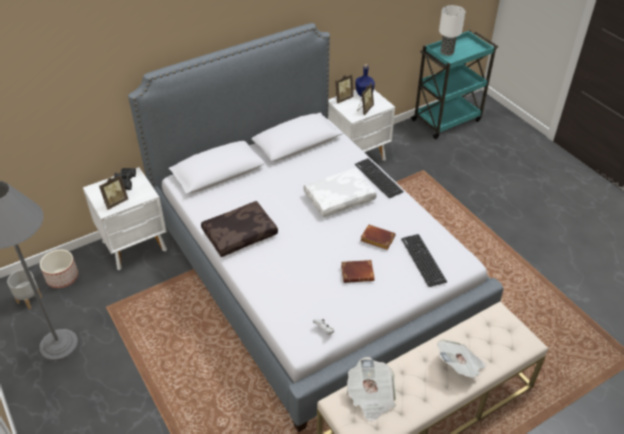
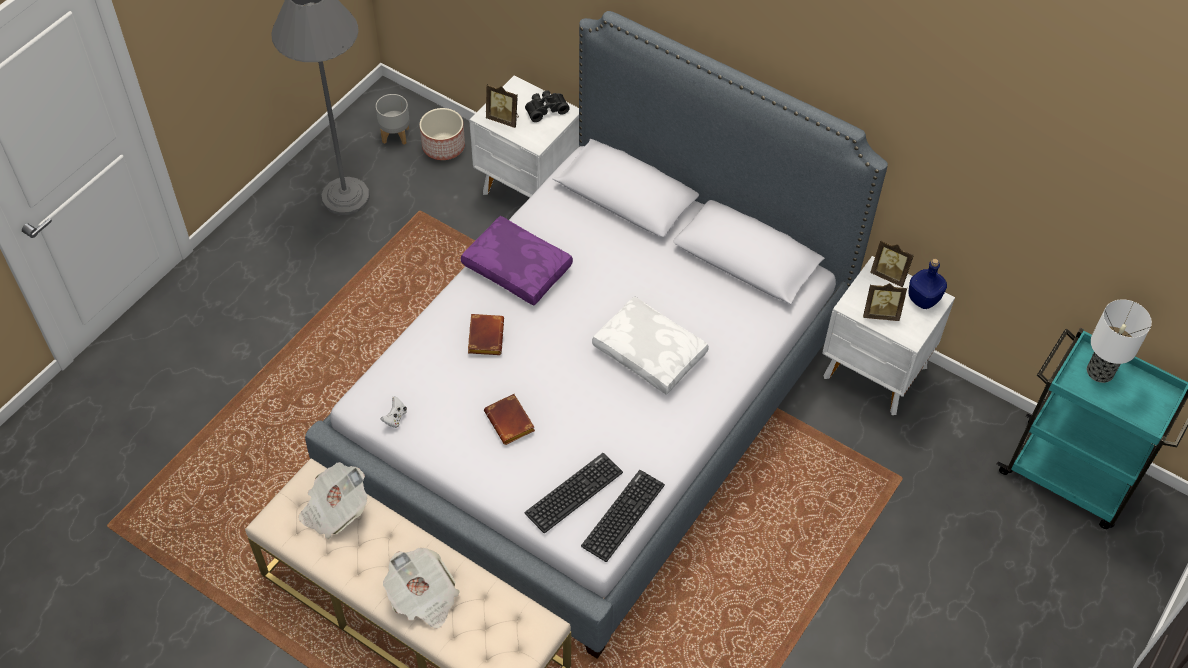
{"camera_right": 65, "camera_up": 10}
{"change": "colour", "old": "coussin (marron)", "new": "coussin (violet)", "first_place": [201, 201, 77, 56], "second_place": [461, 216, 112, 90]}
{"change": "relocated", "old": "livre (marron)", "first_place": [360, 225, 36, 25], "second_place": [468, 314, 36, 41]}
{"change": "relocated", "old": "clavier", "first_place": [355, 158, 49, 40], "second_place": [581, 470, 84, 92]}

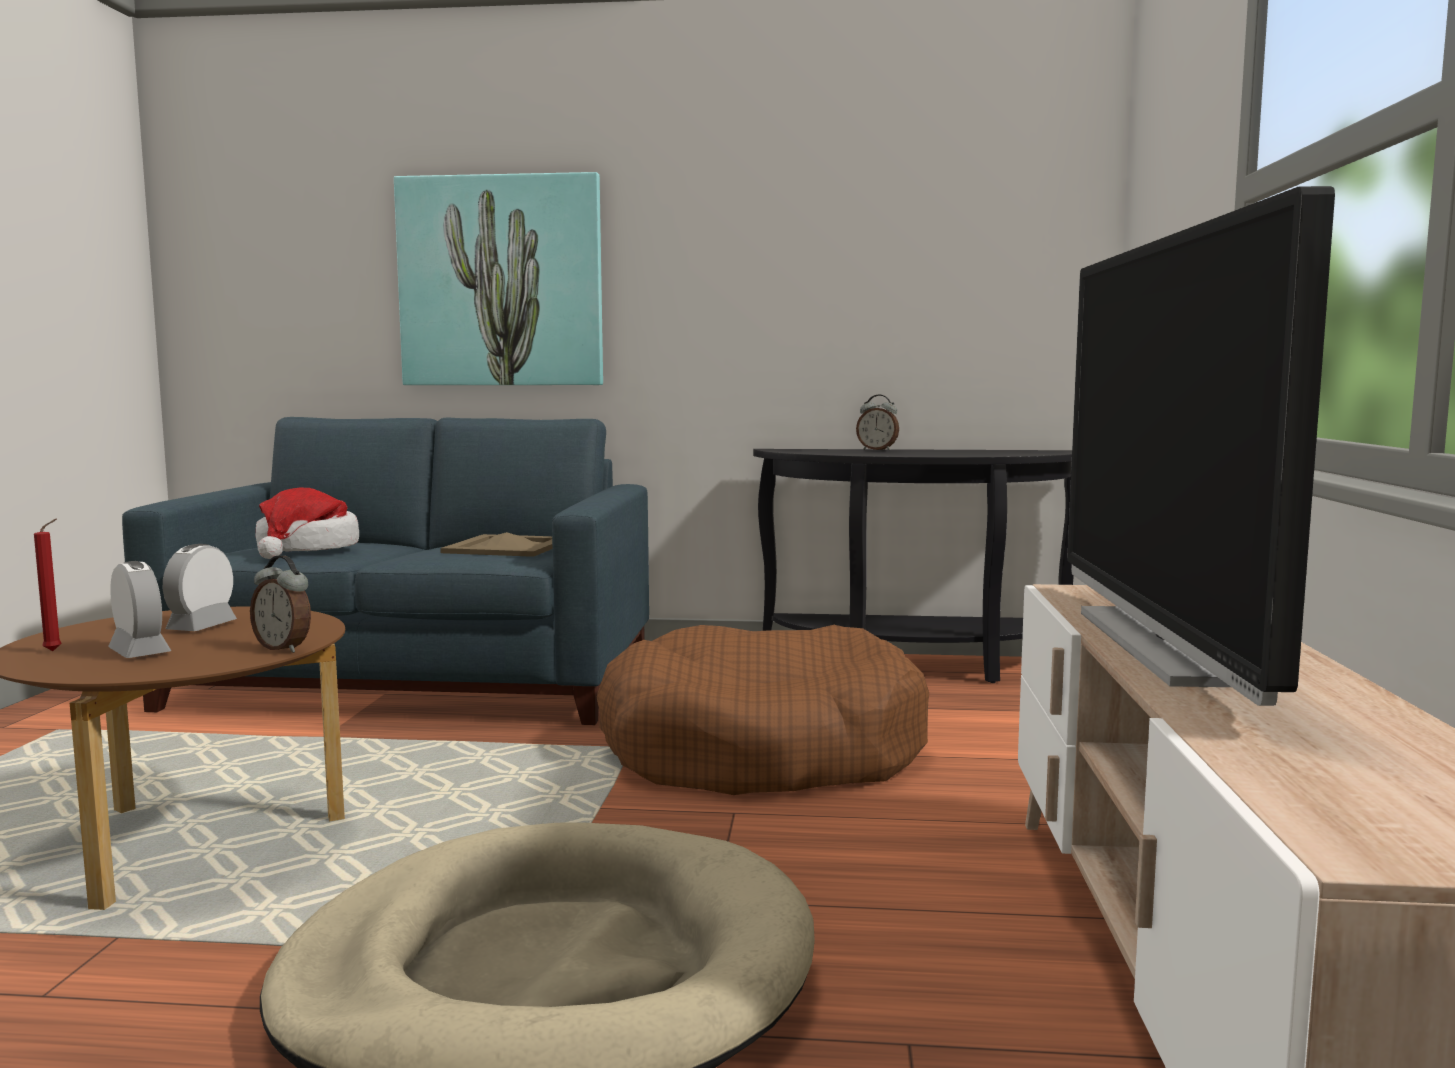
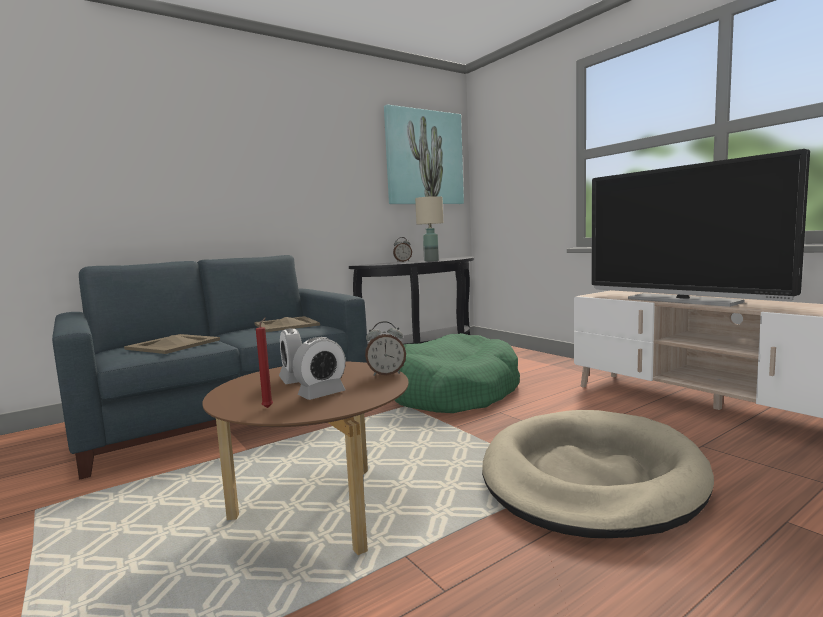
{"camera_right": -40, "camera_up": 0}
{"change": "exchanged", "old": "chapeau", "new": "plateau (beige)", "first_place": [256, 488, 103, 71], "second_place": [124, 334, 96, 20]}
{"change": "spun", "old": "réveil", "first_place": [108, 561, 63, 97], "second_place": [293, 337, 52, 63], "degrees": 135}
{"change": "relocated", "old": "tableau", "first_place": [394, 172, 209, 213], "second_place": [384, 105, 80, 99]}
{"change": "colour", "old": "panier pour chien (marron)", "new": "panier pour chien (vert)", "first_place": [597, 625, 332, 170], "second_place": [395, 333, 125, 80]}
{"change": "appeared", "new": "lampe de table (beige)", "second_place": [415, 196, 28, 66]}

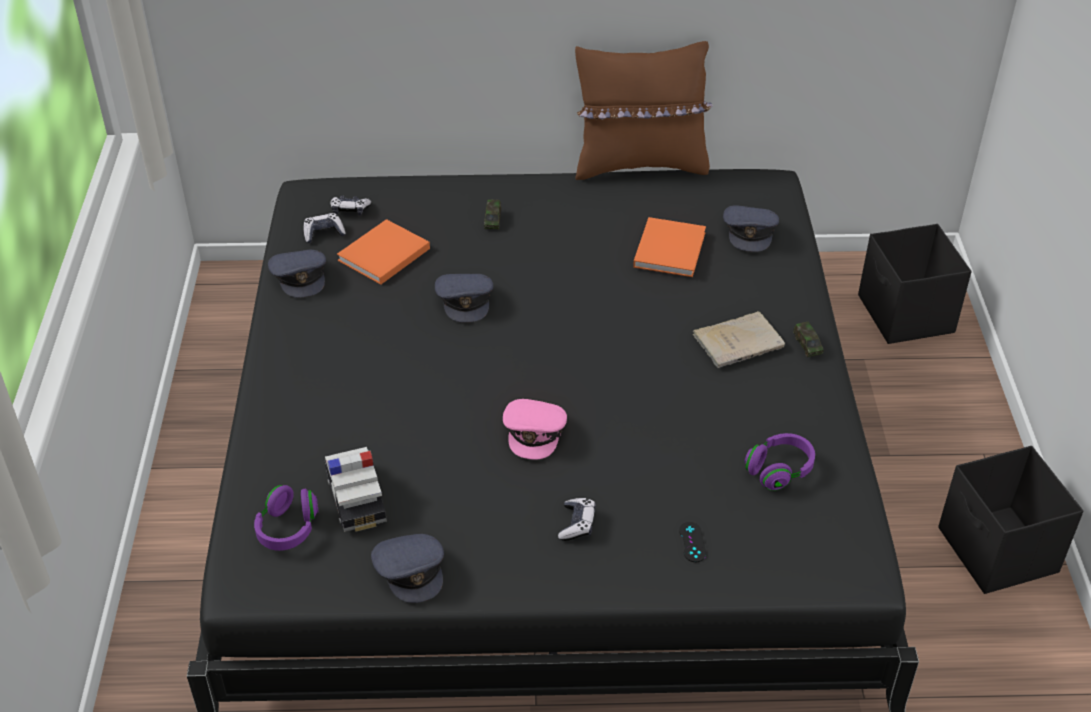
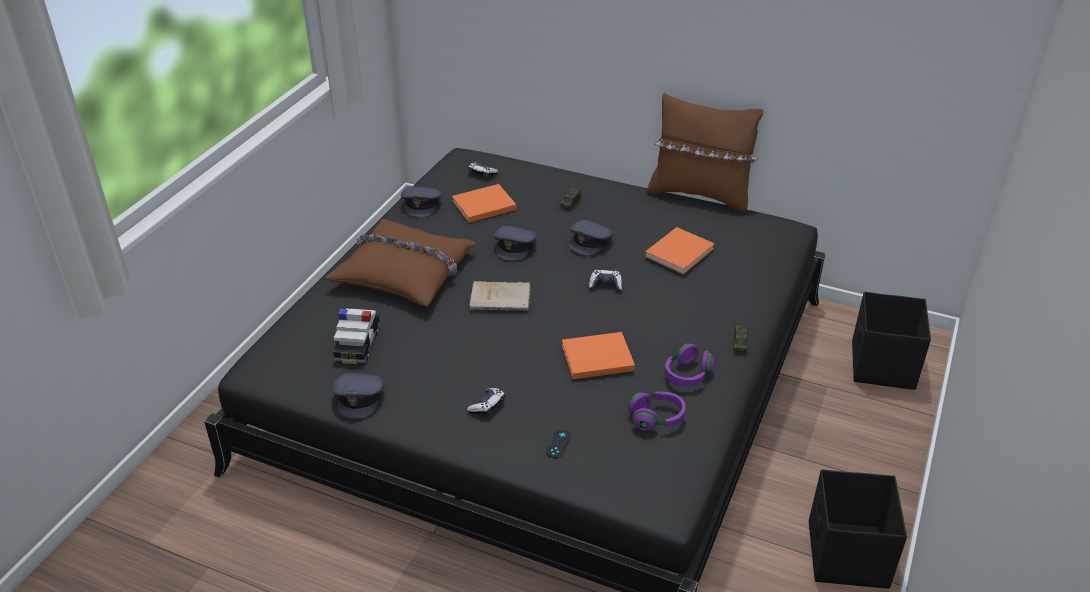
{"camera_right": 25, "camera_up": -5}
{"change": "appeared", "new": "coussin (marron)", "second_place": [325, 219, 151, 88]}
{"change": "relocated", "old": "livre (beige)", "first_place": [693, 311, 92, 57], "second_place": [469, 281, 62, 30]}
{"change": "appeared", "new": "livre (orange)", "second_place": [562, 332, 73, 47]}
{"change": "relocated", "old": "casquette (gris)", "first_place": [723, 206, 56, 46], "second_place": [570, 220, 43, 35]}
{"change": "relocated", "old": "manette", "first_place": [303, 213, 43, 30], "second_place": [589, 270, 33, 22]}
{"change": "relocated", "old": "casque audio (violet)", "first_place": [254, 485, 64, 66], "second_place": [665, 343, 49, 44]}
{"change": "missing", "old": "casquette (rose)", "first_place": [503, 399, 64, 61]}

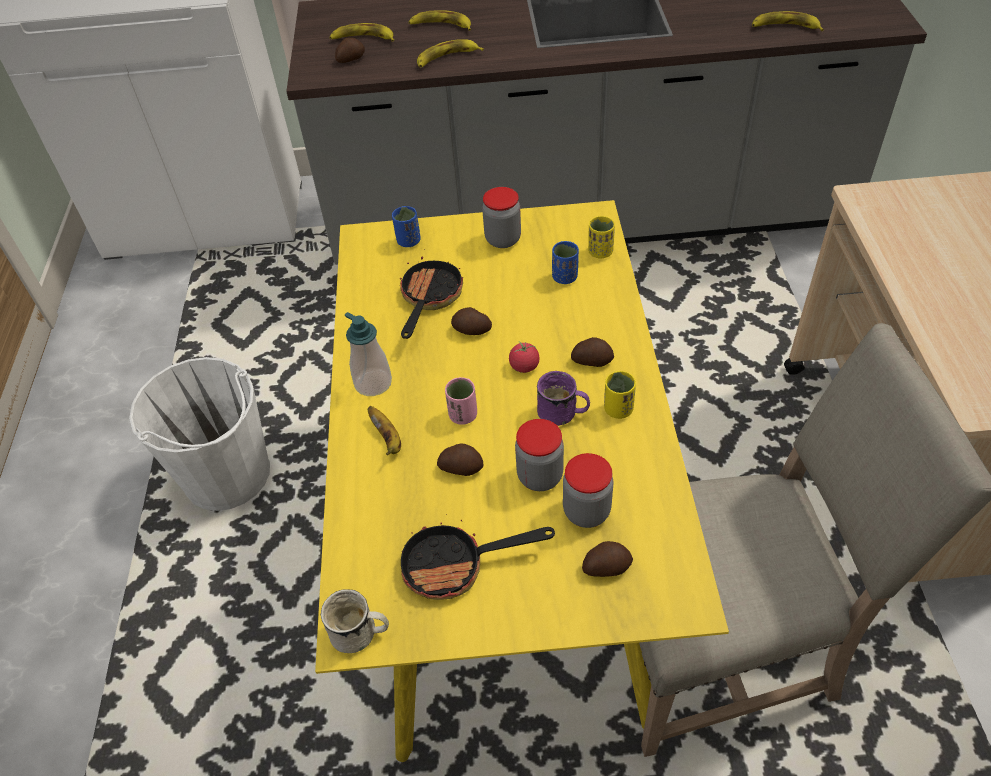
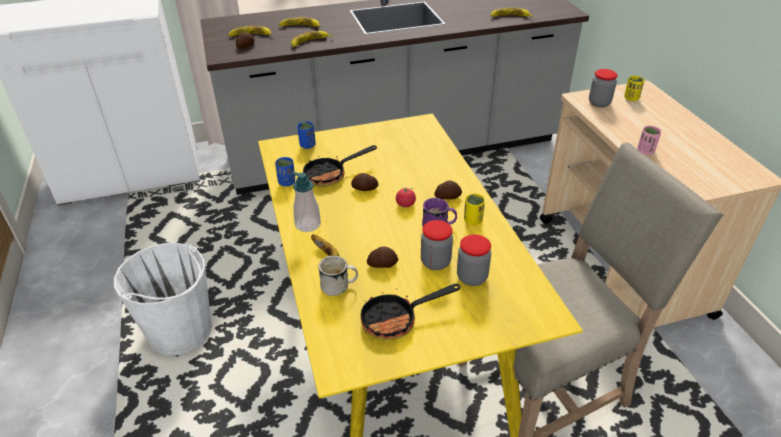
{"camera_right": -15, "camera_up": -10}
{"change": "relocated", "old": "tasse (bleu)", "first_place": [552, 241, 27, 43], "second_place": [275, 157, 20, 30]}
{"change": "spun", "old": "poêle", "first_place": [399, 249, 64, 90], "second_place": [303, 145, 74, 41], "degrees": -120}
{"change": "relocated", "old": "mug (blanc)", "first_place": [321, 589, 68, 64], "second_place": [318, 255, 40, 41]}
{"change": "relocated", "old": "bocal", "first_place": [482, 187, 39, 61], "second_place": [589, 69, 29, 38]}
{"change": "relocated", "old": "tasse (jaune)", "first_place": [588, 216, 27, 43], "second_place": [624, 76, 21, 25]}
{"change": "relocated", "old": "tasse (rose)", "first_place": [445, 377, 32, 48], "second_place": [637, 126, 24, 29]}
{"change": "missing", "old": "pomme de terre", "first_place": [582, 541, 51, 36]}

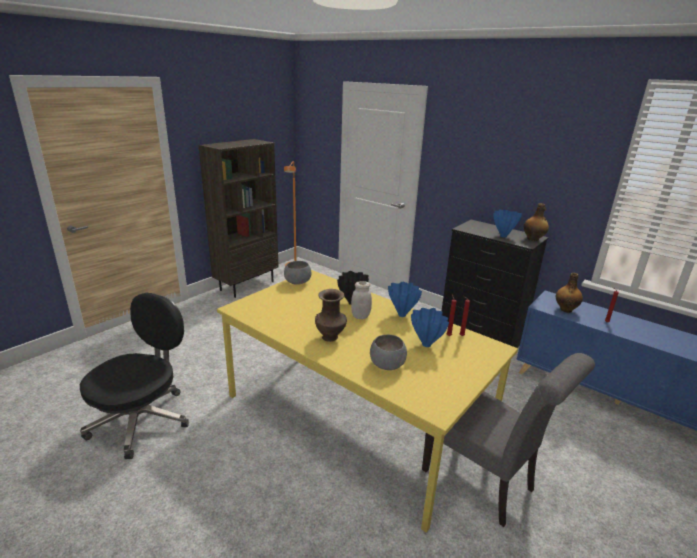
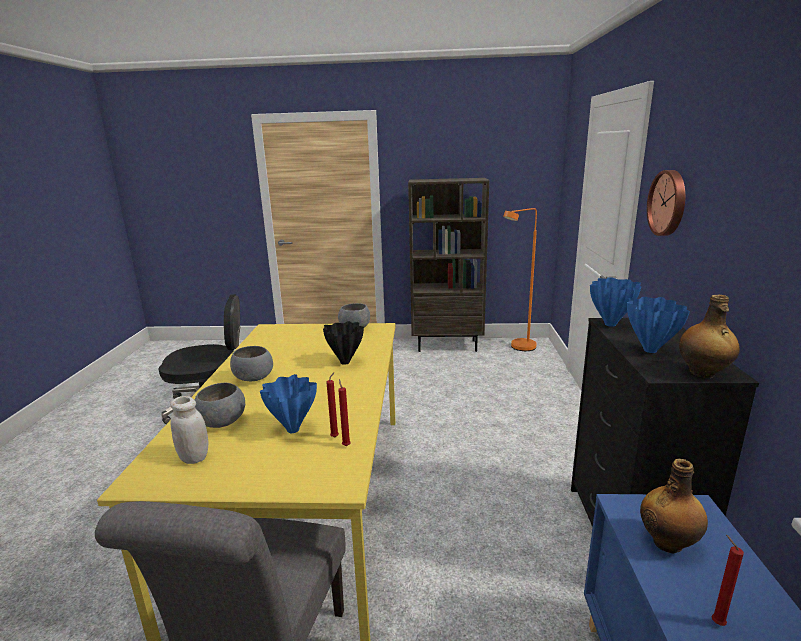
{"camera_right": 55, "camera_up": -5}
{"change": "relocated", "old": "bocal (blanc)", "first_place": [351, 281, 21, 38], "second_place": [170, 396, 38, 68]}
{"change": "exchanged", "old": "vase (marron)", "new": "bol (gris)", "first_place": [315, 289, 32, 53], "second_place": [230, 346, 43, 35]}
{"change": "relocated", "old": "vase (bleu)", "first_place": [388, 282, 34, 35], "second_place": [590, 277, 51, 50]}
{"change": "appeared", "new": "horloge murale", "second_place": [647, 170, 38, 66]}

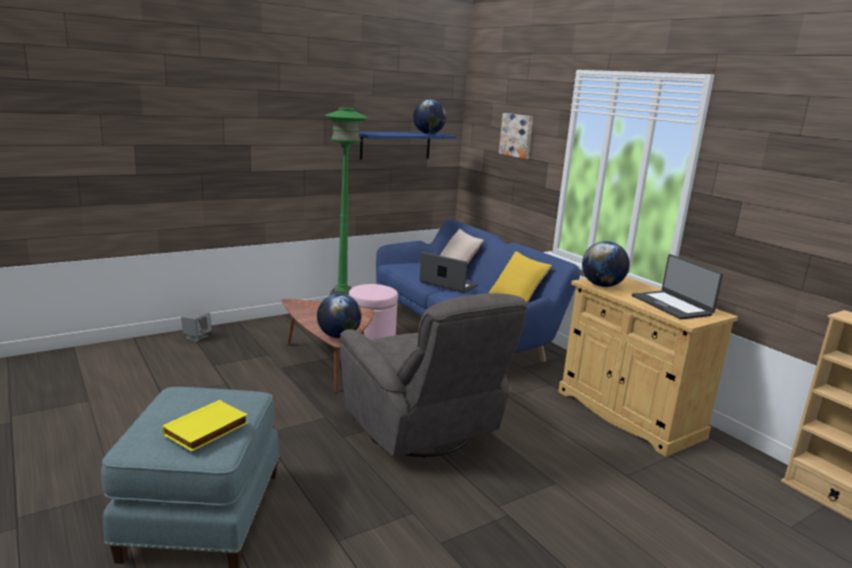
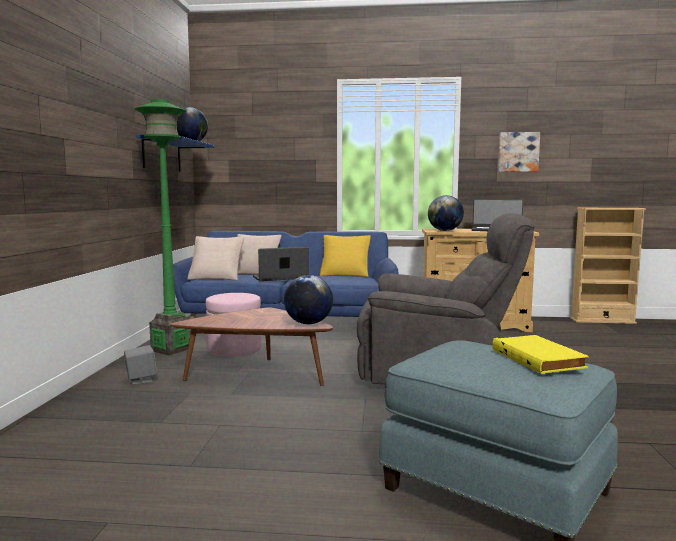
{"camera_right": -50, "camera_up": -10}
{"change": "relocated", "old": "enceinte (gris)", "first_place": [181, 311, 31, 31], "second_place": [124, 345, 33, 40]}
{"change": "appeared", "new": "coussin (beige)", "second_place": [187, 236, 57, 45]}
{"change": "relocated", "old": "tableau", "first_place": [499, 113, 34, 46], "second_place": [498, 132, 42, 40]}

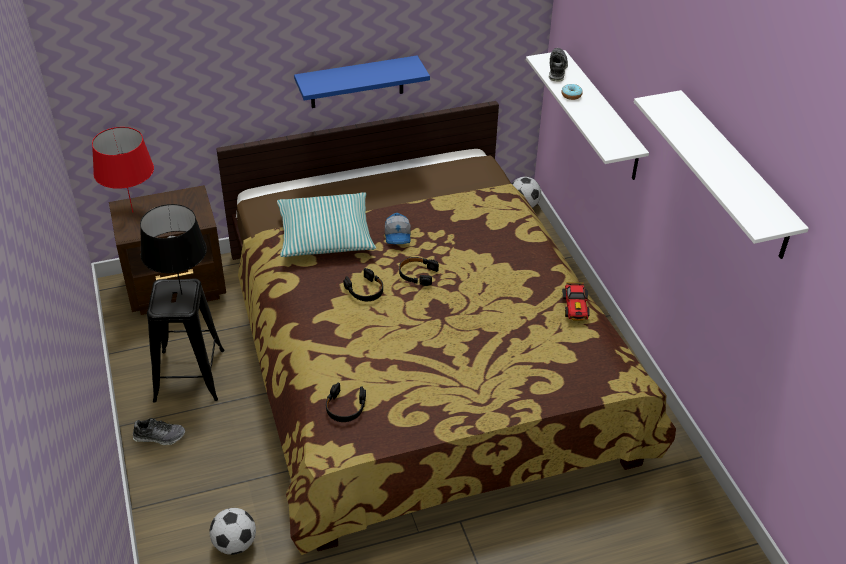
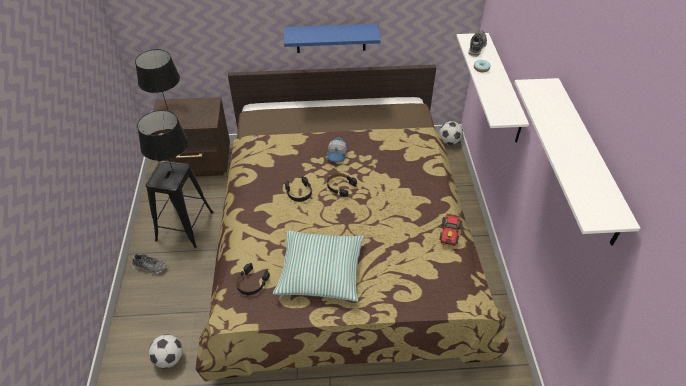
{"camera_right": 15, "camera_up": 5}
{"change": "colour", "old": "lampe de table (rouge)", "new": "lampe de table (noir)", "first_place": [92, 127, 62, 85], "second_place": [135, 49, 45, 61]}
{"change": "relocated", "old": "coussin", "first_place": [277, 192, 99, 65], "second_place": [273, 230, 91, 72]}

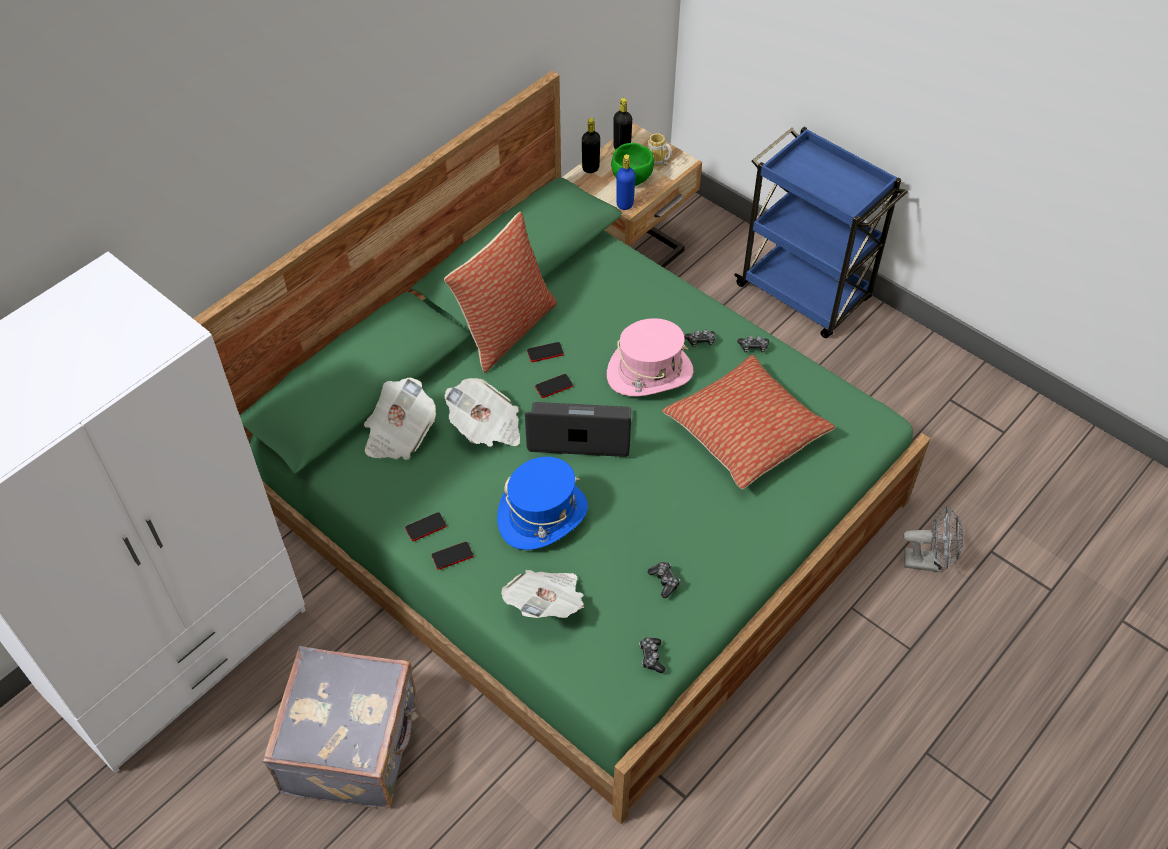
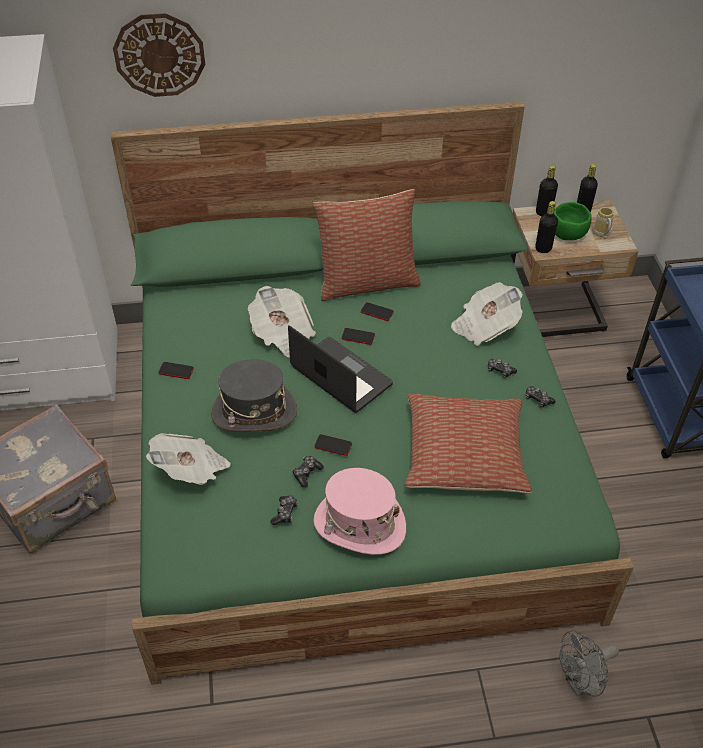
{"camera_right": 40, "camera_up": -5}
{"change": "appeared", "new": "horloge murale", "second_place": [113, 13, 92, 84]}
{"change": "colour", "old": "chapeau (bleu)", "new": "chapeau (gris)", "first_place": [497, 457, 91, 93], "second_place": [211, 359, 86, 73]}
{"change": "relocated", "old": "manette", "first_place": [639, 637, 26, 36], "second_place": [292, 456, 32, 32]}
{"change": "relocated", "old": "téléphone", "first_place": [432, 542, 41, 27], "second_place": [314, 434, 38, 22]}
{"change": "relocated", "old": "chapeau (rose)", "first_place": [607, 318, 86, 78], "second_place": [314, 468, 92, 87]}
{"change": "relocated", "old": "journal", "first_place": [364, 378, 72, 82], "second_place": [451, 282, 72, 64]}
{"change": "colour", "old": "bouteille (bleu)", "new": "bouteille (noir)", "first_place": [616, 154, 19, 56], "second_place": [535, 201, 23, 52]}
{"change": "spun", "old": "ventilateur (gris)", "first_place": [903, 506, 60, 66], "second_place": [559, 630, 60, 67], "degrees": 105}

